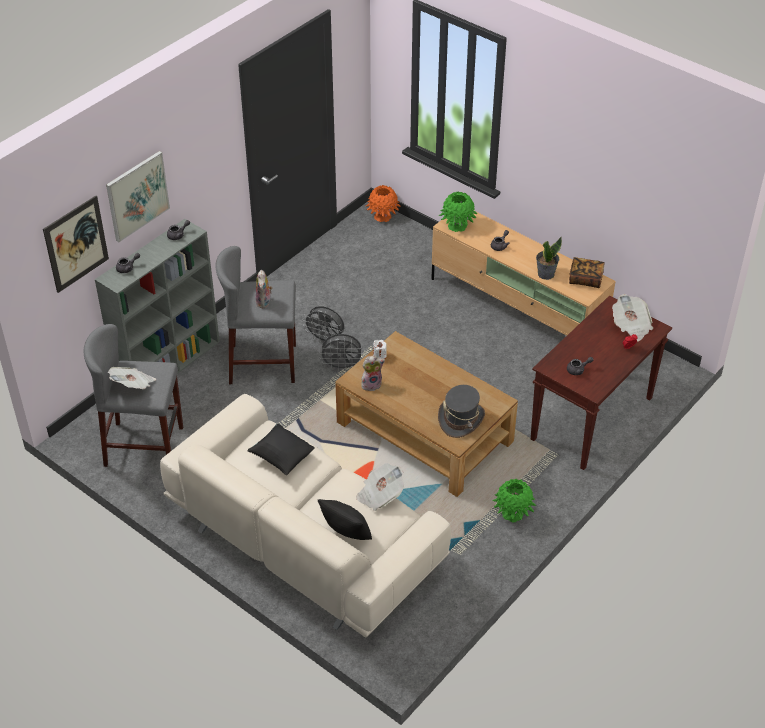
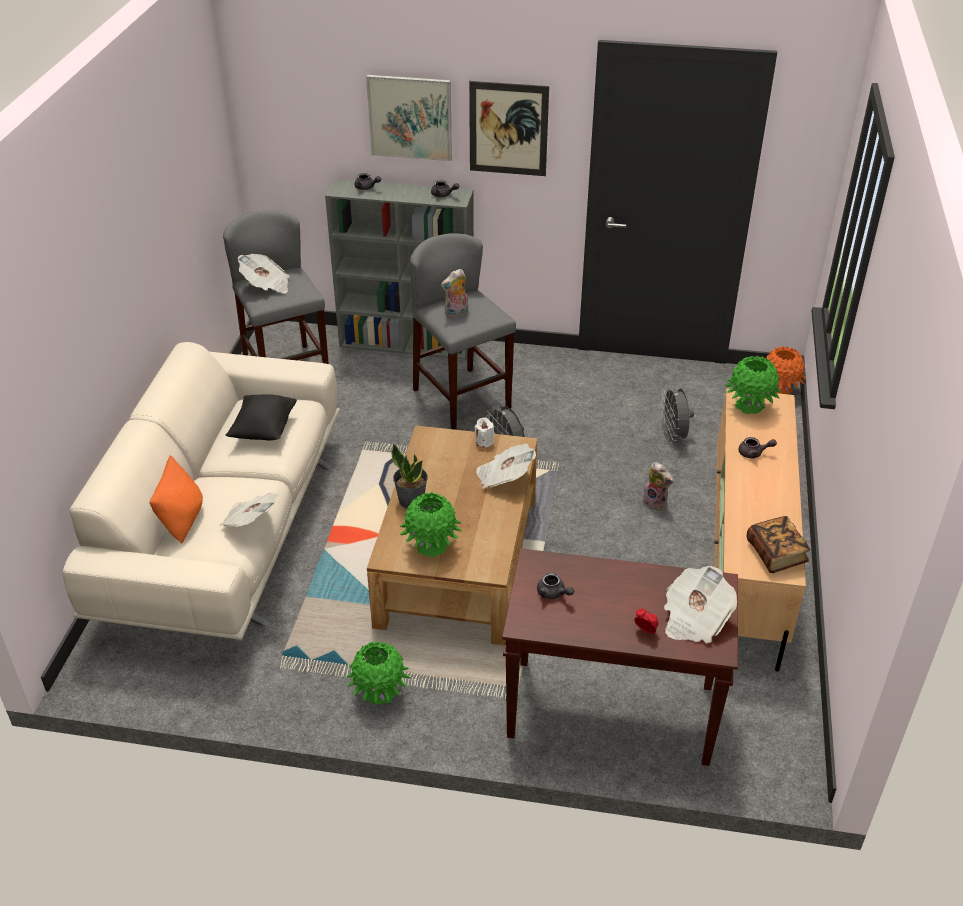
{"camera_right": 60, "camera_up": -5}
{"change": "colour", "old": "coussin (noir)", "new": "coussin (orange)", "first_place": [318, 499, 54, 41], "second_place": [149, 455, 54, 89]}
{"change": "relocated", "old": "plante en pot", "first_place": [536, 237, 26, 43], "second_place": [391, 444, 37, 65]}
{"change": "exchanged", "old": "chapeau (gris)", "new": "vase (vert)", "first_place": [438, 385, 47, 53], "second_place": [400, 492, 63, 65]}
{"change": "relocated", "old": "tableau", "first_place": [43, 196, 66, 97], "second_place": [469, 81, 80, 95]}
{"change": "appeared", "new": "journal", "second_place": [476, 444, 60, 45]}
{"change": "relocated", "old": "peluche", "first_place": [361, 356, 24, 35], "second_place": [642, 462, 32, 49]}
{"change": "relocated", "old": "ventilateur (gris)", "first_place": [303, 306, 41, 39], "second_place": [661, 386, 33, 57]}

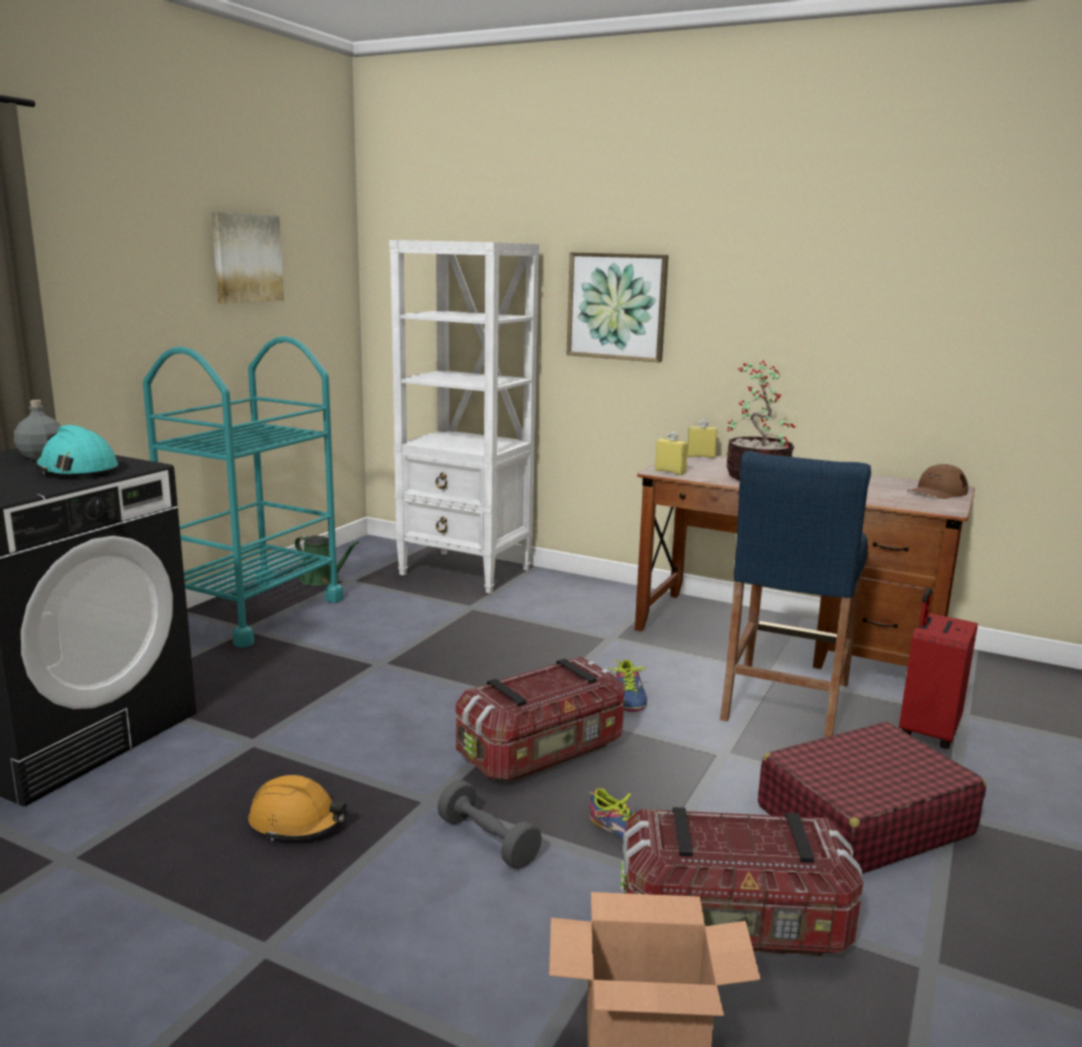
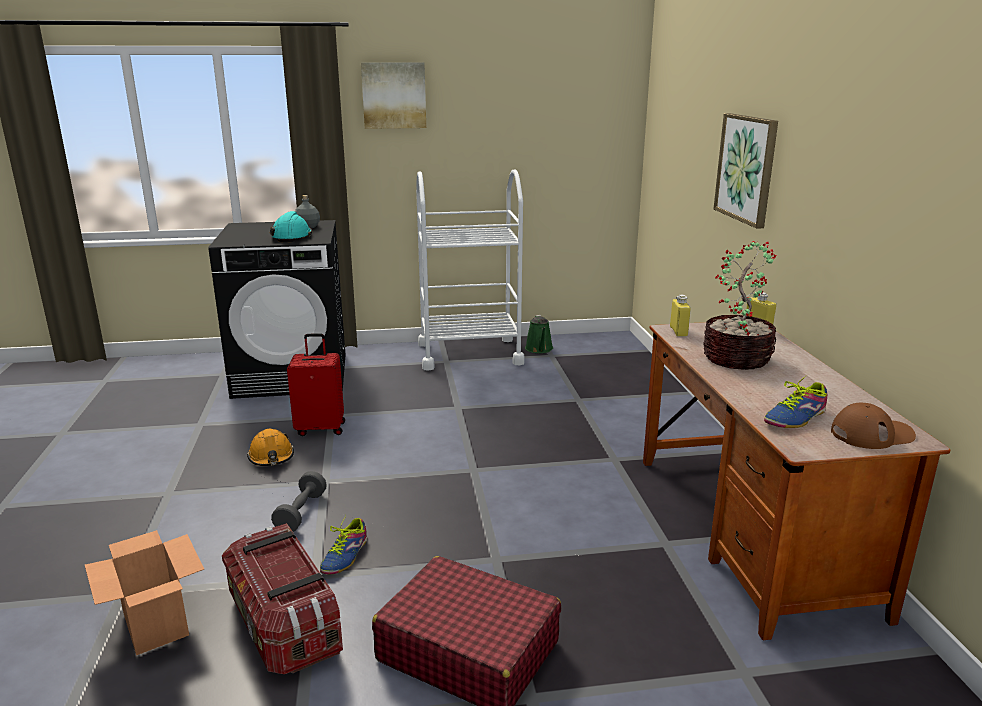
{"camera_right": 55, "camera_up": 5}
{"change": "relocated", "old": "valise (rouge)", "first_place": [899, 588, 79, 161], "second_place": [287, 333, 58, 103]}
{"change": "relocated", "old": "tableau", "first_place": [212, 212, 72, 92], "second_place": [361, 62, 65, 67]}
{"change": "colour", "old": "chariot (turquoise)", "new": "chariot (blanc)", "first_place": [143, 336, 201, 311], "second_place": [416, 169, 109, 202]}
{"change": "relocated", "old": "chaussure", "first_place": [608, 657, 39, 55], "second_place": [764, 376, 63, 52]}
{"change": "spun", "old": "casquette (marron)", "first_place": [907, 464, 61, 35], "second_place": [831, 403, 85, 46], "degrees": 150}
{"change": "missing", "old": "bibliothèque (blanc)", "first_place": [389, 240, 150, 353]}
{"change": "missing", "old": "boîte de rangement", "first_place": [456, 656, 169, 127]}
{"change": "missing", "old": "tabouret (bleu)", "first_place": [720, 451, 151, 287]}

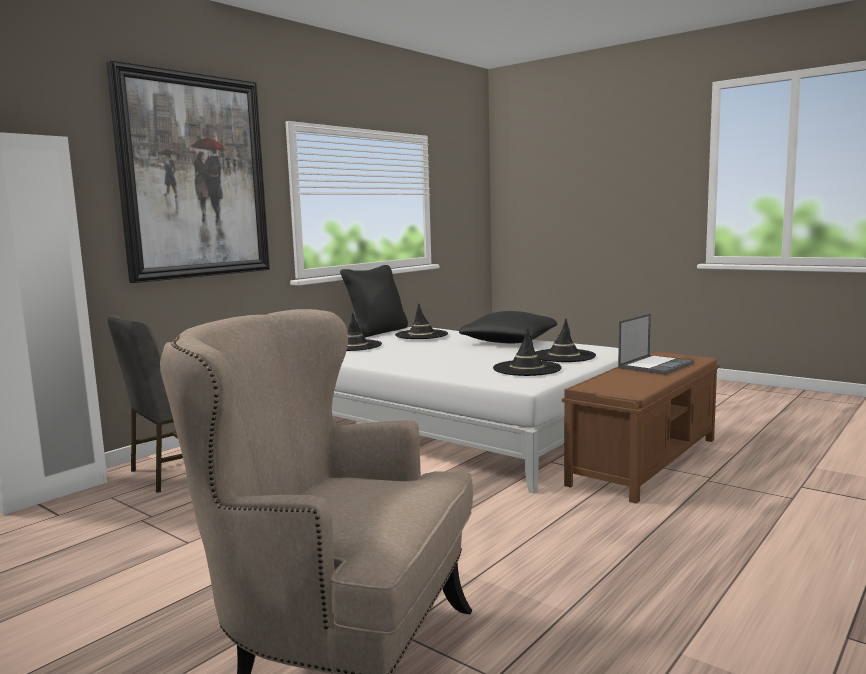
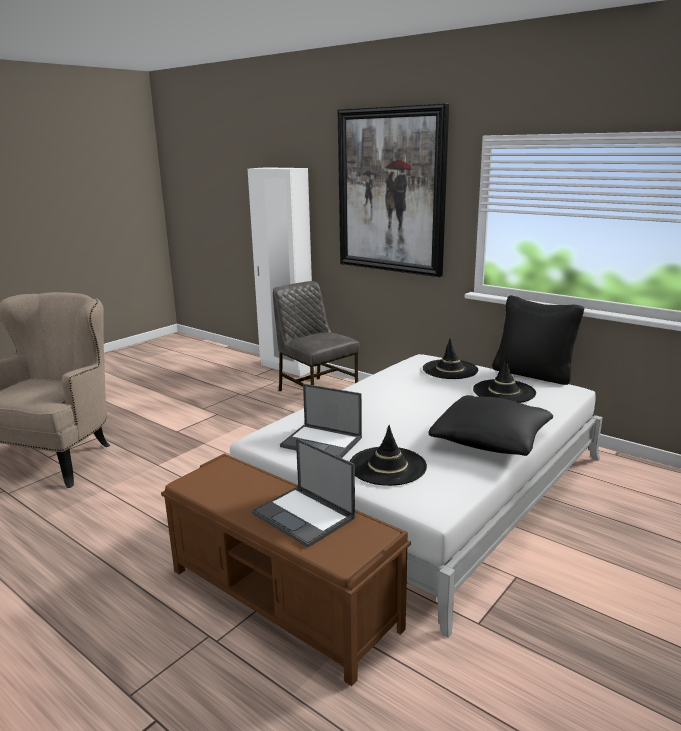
{"camera_right": 90, "camera_up": 10}
{"change": "exchanged", "old": "chapeau (noir)", "new": "ordinateur portable", "first_place": [493, 328, 69, 48], "second_place": [280, 384, 82, 74]}

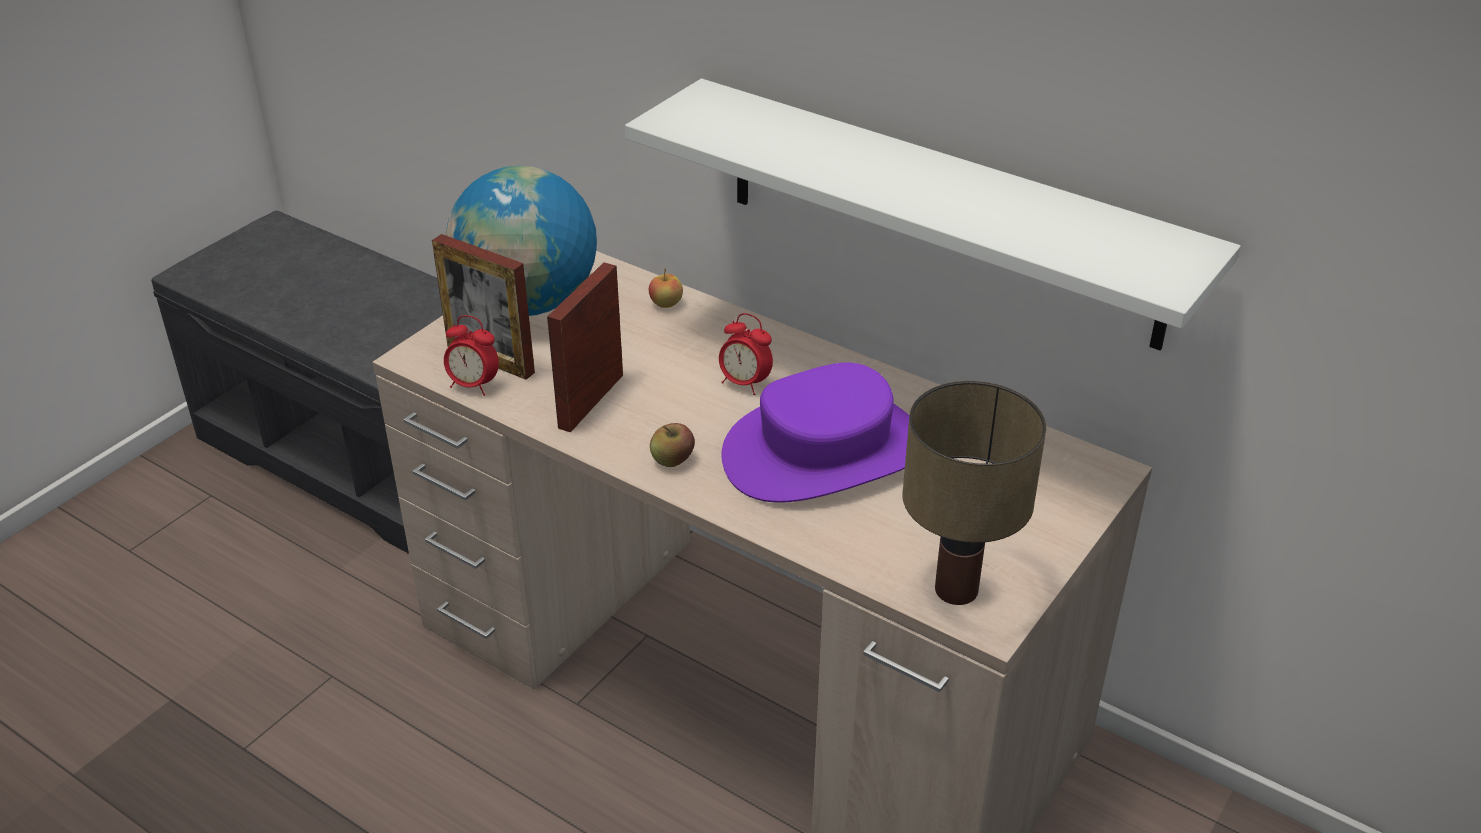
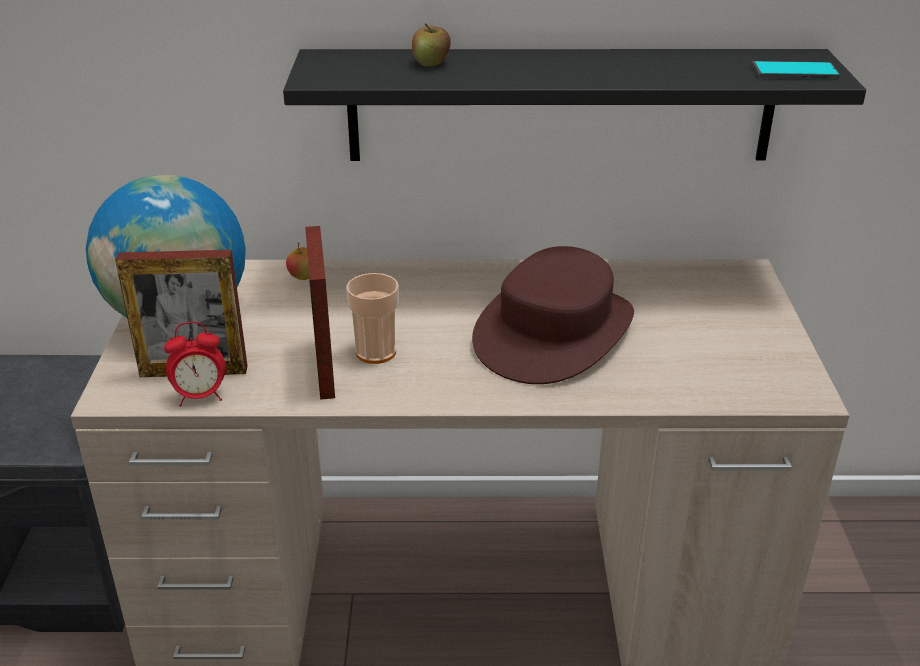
{"camera_right": -35, "camera_up": -5}
{"change": "colour", "old": "étagère (blanc)", "new": "étagère (noir)", "first_place": [625, 79, 616, 271], "second_place": [283, 49, 583, 112]}
{"change": "appeared", "new": "tasse", "second_place": [346, 273, 53, 91]}
{"change": "relocated", "old": "pomme", "first_place": [650, 423, 45, 44], "second_place": [412, 23, 39, 44]}
{"change": "colour", "old": "chapeau (violet)", "new": "chapeau (marron)", "first_place": [721, 363, 188, 140], "second_place": [472, 246, 162, 138]}
{"change": "appeared", "new": "téléphone", "second_place": [752, 61, 88, 18]}
{"change": "missing", "old": "réveil", "first_place": [719, 313, 54, 82]}
{"change": "missing", "old": "lampe de table", "first_place": [902, 381, 144, 224]}

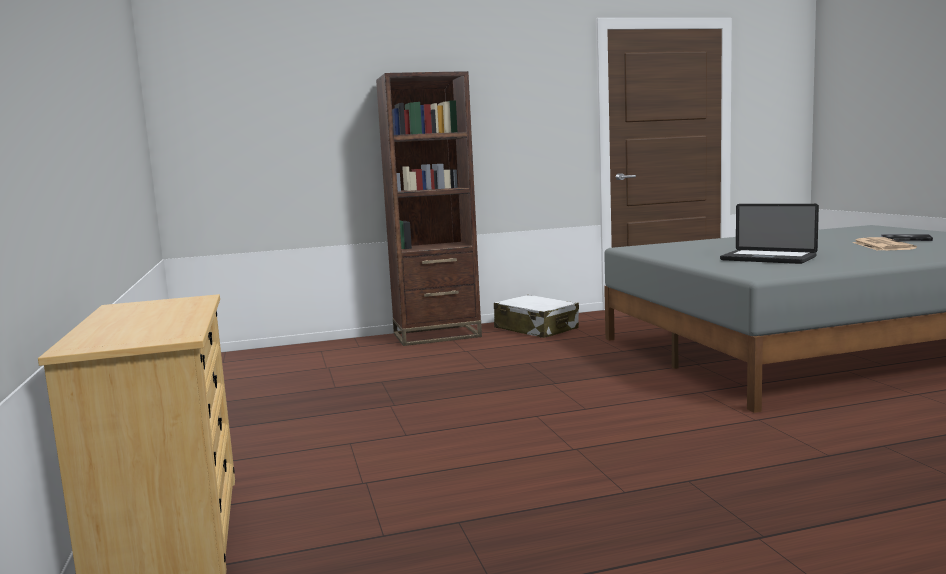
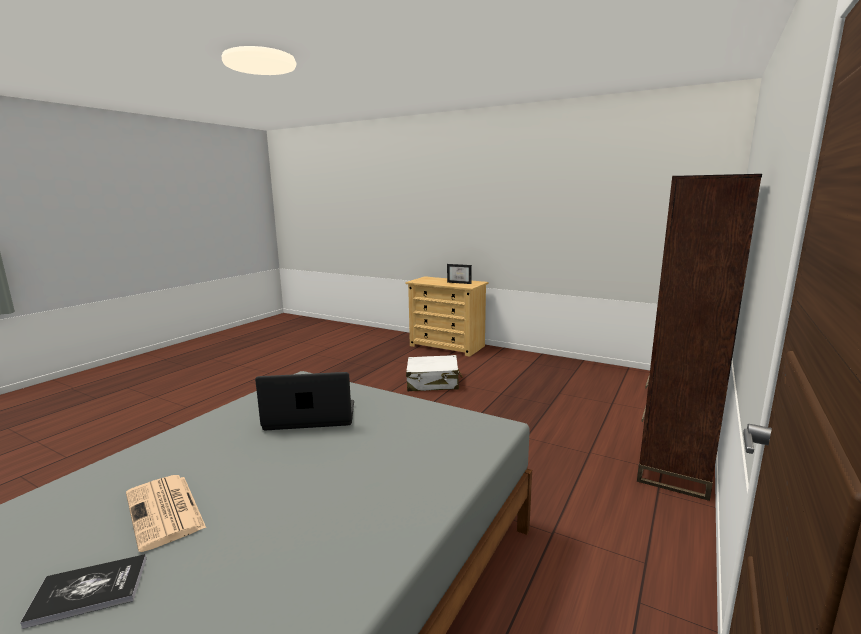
{"camera_right": 135, "camera_up": 5}
{"change": "relocated", "old": "valise (blanc)", "first_place": [494, 294, 85, 44], "second_place": [406, 355, 56, 36]}
{"change": "appeared", "new": "cadre photo", "second_place": [447, 264, 25, 20]}

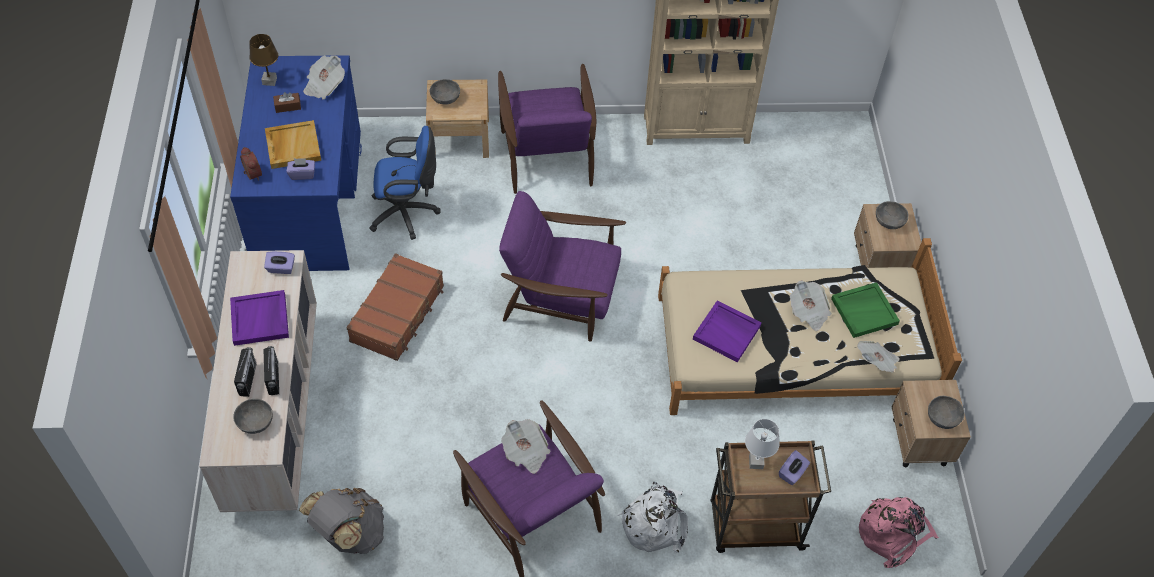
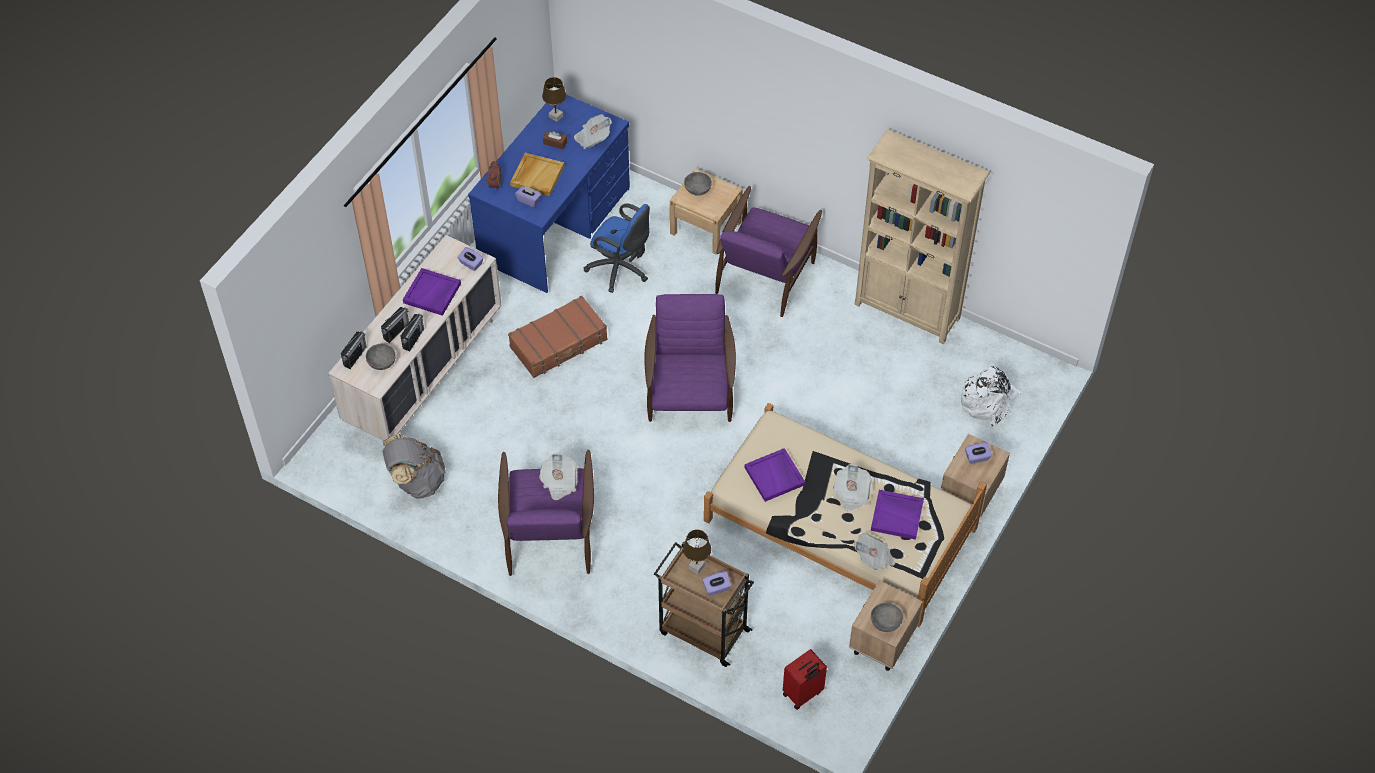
{"camera_right": 35, "camera_up": 0}
{"change": "appeared", "new": "radio", "second_place": [341, 331, 26, 38]}
{"change": "spun", "old": "fauteuil (violet)", "first_place": [499, 191, 127, 151], "second_place": [644, 294, 92, 128], "degrees": 45}
{"change": "colour", "old": "lampe de table (blanc)", "new": "lampe de table (marron)", "first_place": [745, 419, 35, 50], "second_place": [683, 530, 28, 44]}
{"change": "exchanged", "old": "sac à dos (rose)", "new": "valise (rouge)", "first_place": [859, 497, 80, 71], "second_place": [783, 649, 44, 61]}
{"change": "colour", "old": "plateau (vert)", "new": "plateau (violet)", "first_place": [831, 282, 69, 56], "second_place": [871, 490, 53, 50]}
{"change": "relocated", "old": "sac à dos (blanc)", "first_place": [618, 482, 70, 71], "second_place": [961, 366, 61, 61]}
{"change": "exchanged", "old": "bol (gris)", "new": "boîte à mouchoirs (violet)", "first_place": [876, 201, 33, 28], "second_place": [965, 443, 27, 21]}

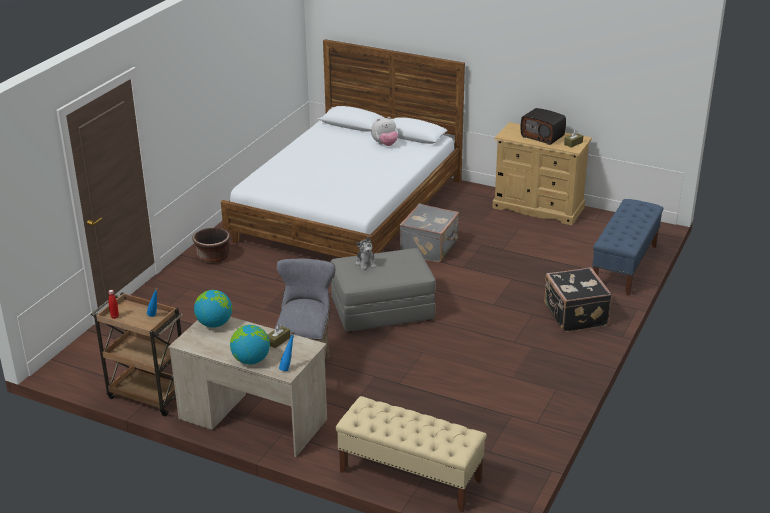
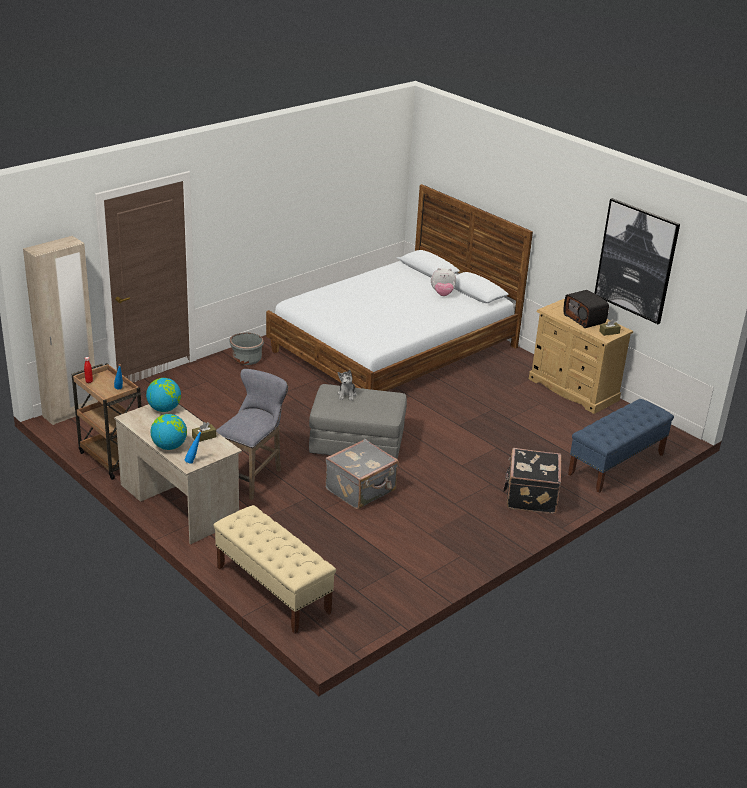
{"camera_right": 20, "camera_up": 0}
{"change": "appeared", "new": "armoire (beige)", "second_place": [23, 236, 75, 189]}
{"change": "colour", "old": "cache-pot (marron)", "new": "cache-pot (gris)", "first_place": [193, 228, 37, 35], "second_place": [230, 333, 34, 32]}
{"change": "relocated", "old": "valise (gris)", "first_place": [399, 204, 60, 59], "second_place": [325, 439, 74, 70]}
{"change": "appeared", "new": "tableau", "second_place": [594, 198, 86, 126]}

